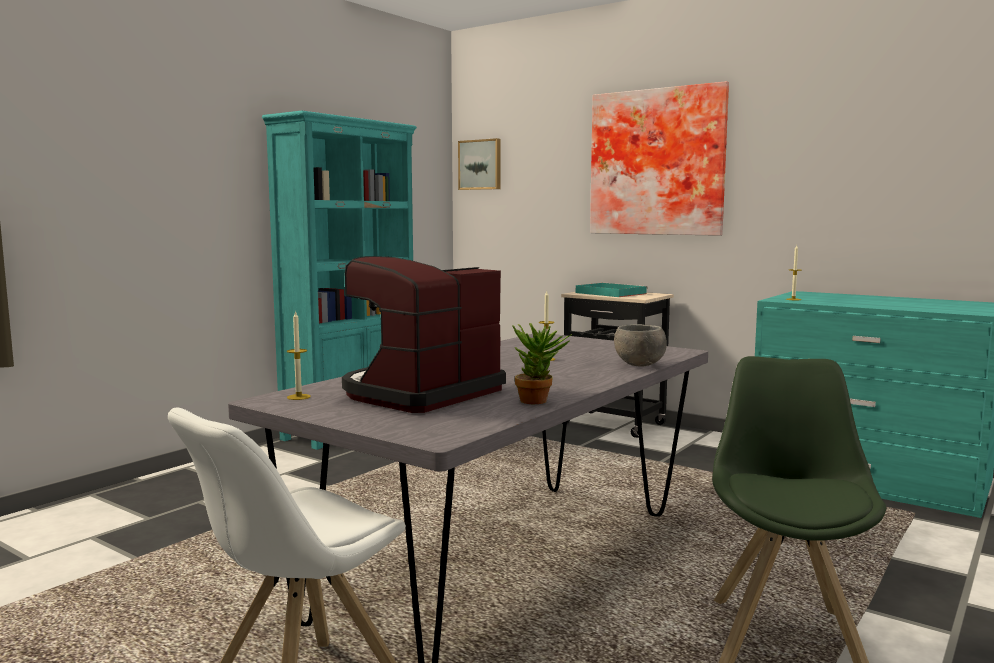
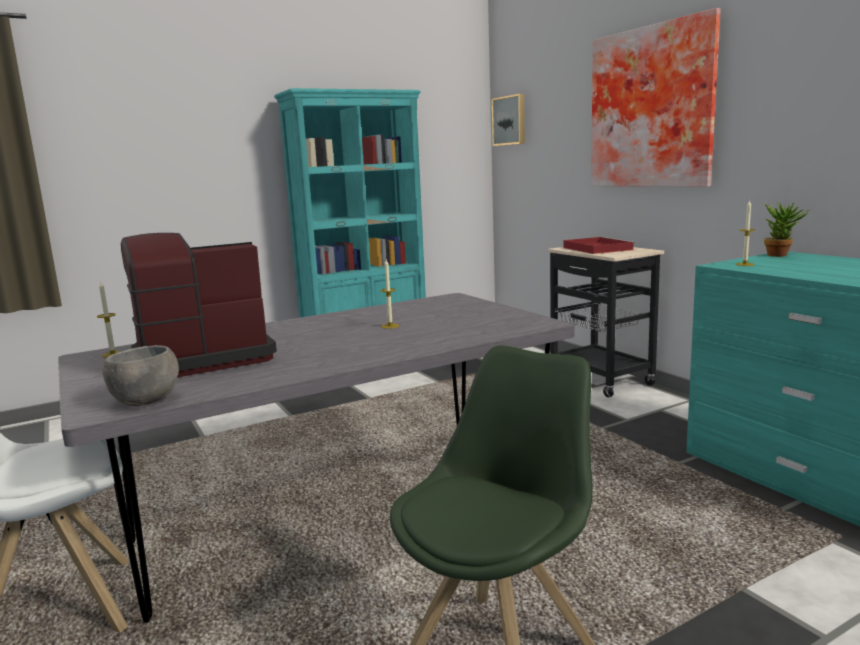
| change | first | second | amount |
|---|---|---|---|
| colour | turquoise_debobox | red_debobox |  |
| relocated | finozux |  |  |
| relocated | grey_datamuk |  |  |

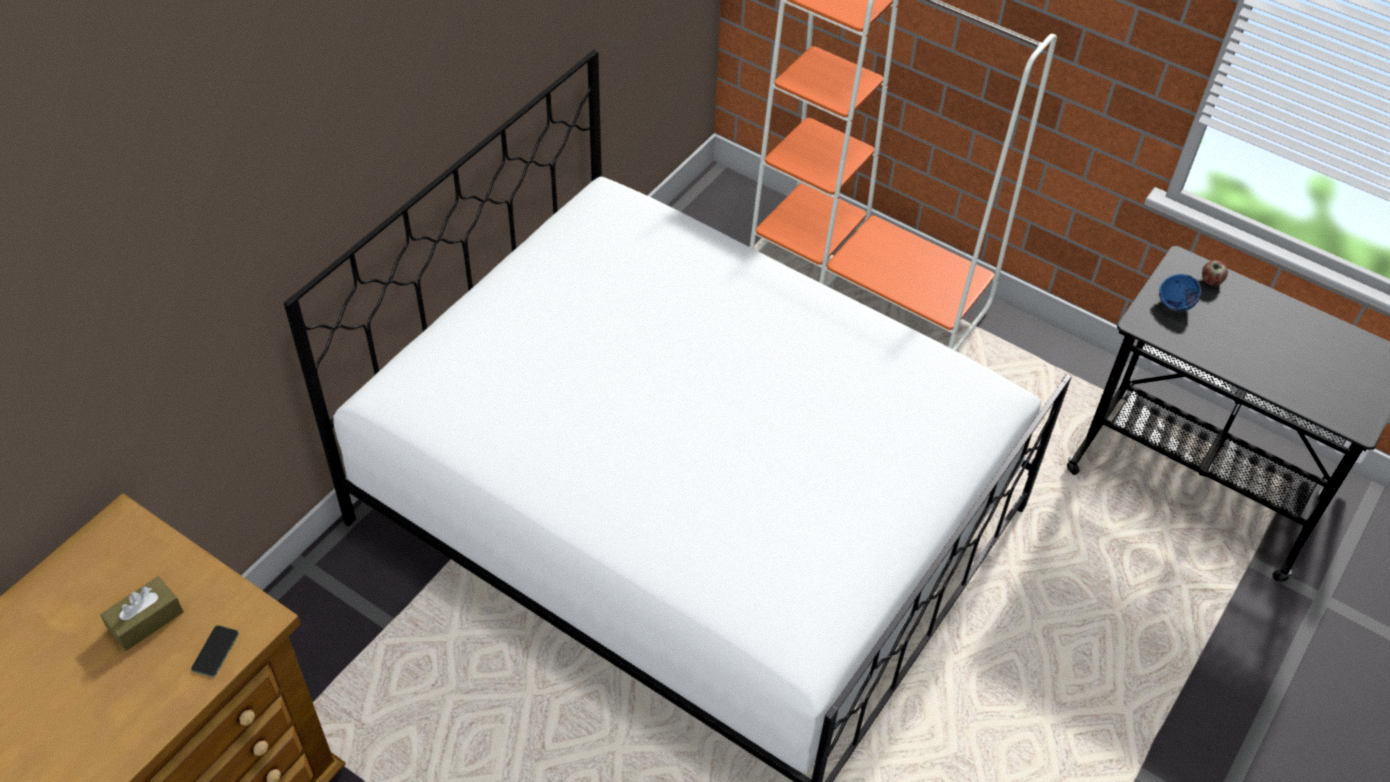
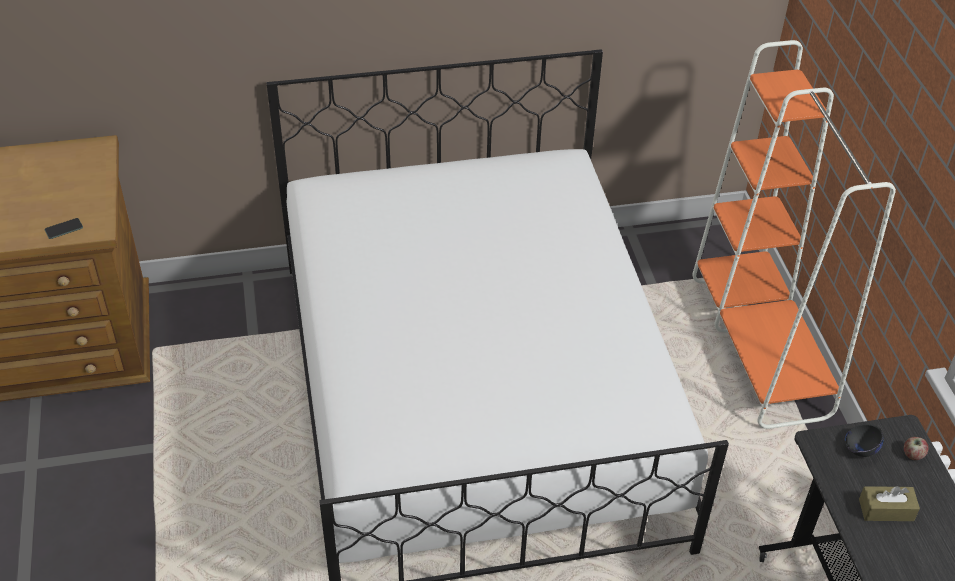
| change | first | second | amount |
|---|---|---|---|
| colour | blue_datamuk | black_datamuk |  |
| relocated | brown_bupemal |  |  |

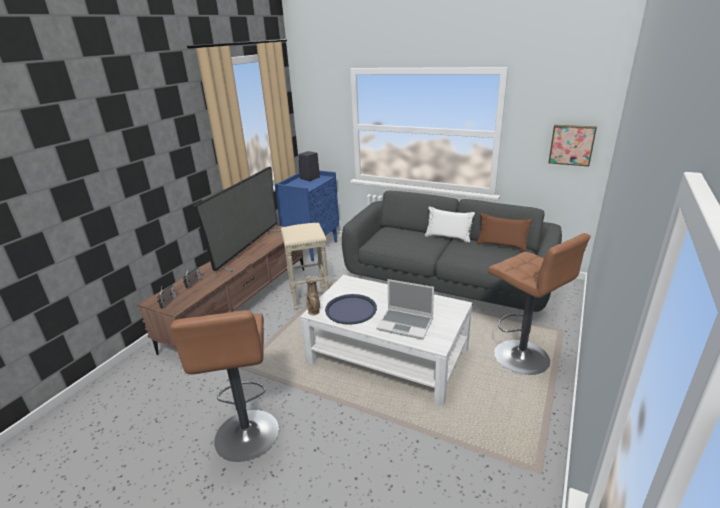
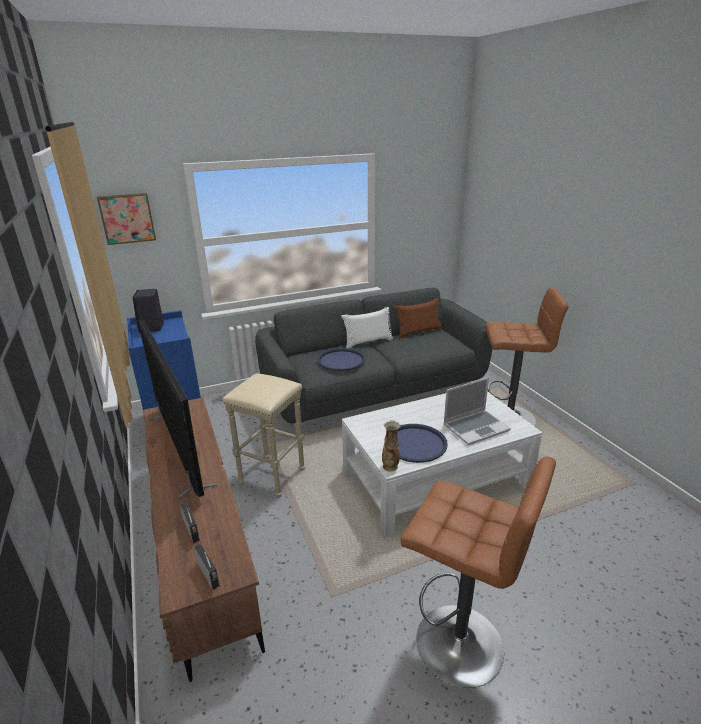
| change | first | second | amount |
|---|---|---|---|
| relocated | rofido |  |  |
| appeared |  | blue_debobox (no. 1 from left) |  |

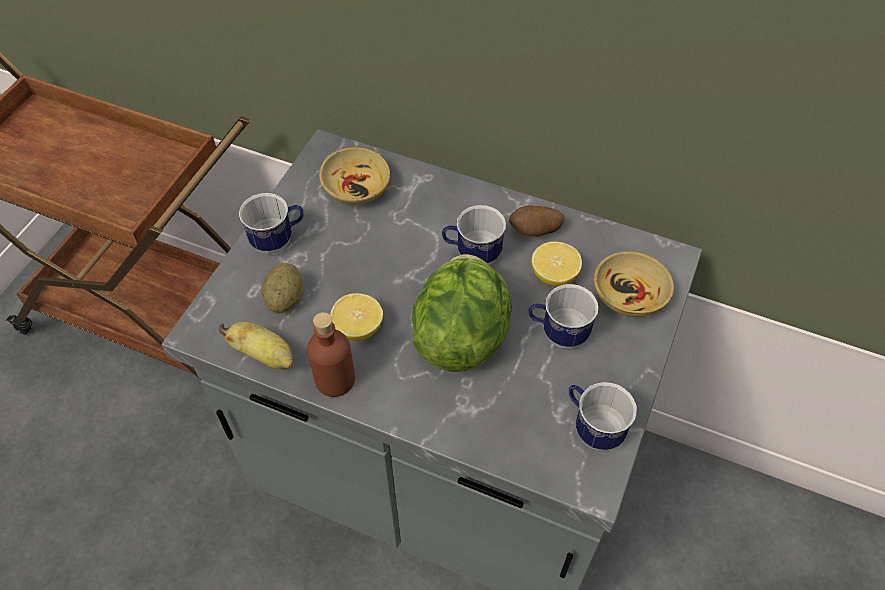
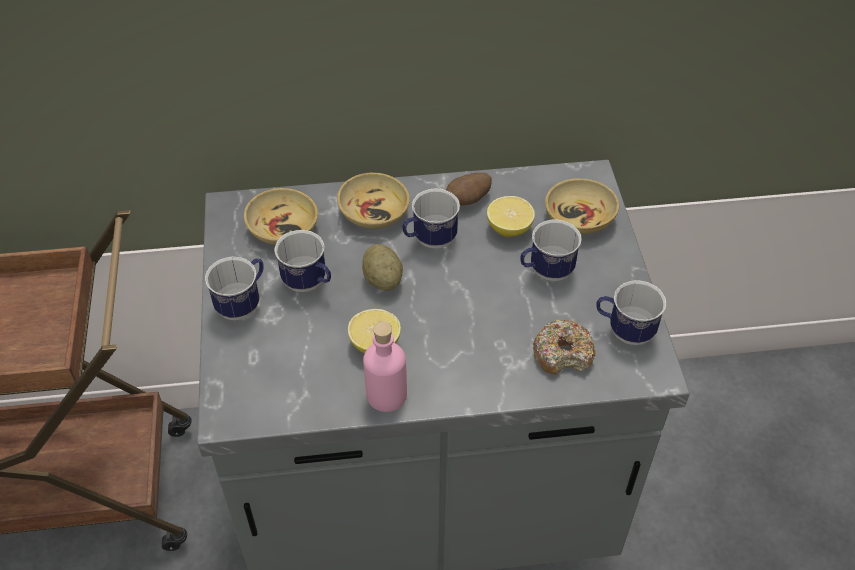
| change | first | second | amount |
|---|---|---|---|
| missing | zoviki |  |  |
| relocated | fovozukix (no. 1 from left) |  |  |
| colour | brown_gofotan | pink_gofotan |  |
| missing | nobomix |  |  |
| appeared |  | beige_datamuk (no. 2 from left) |  |
| appeared |  | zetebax (no. 2 from left) |  |
| appeared |  | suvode |  |

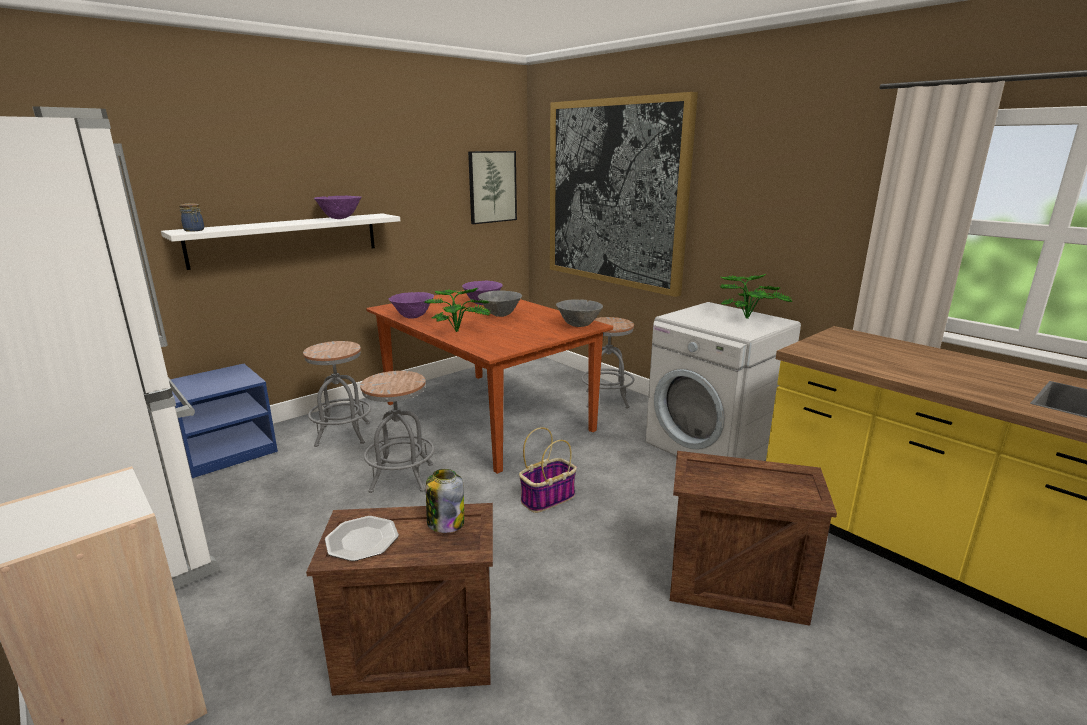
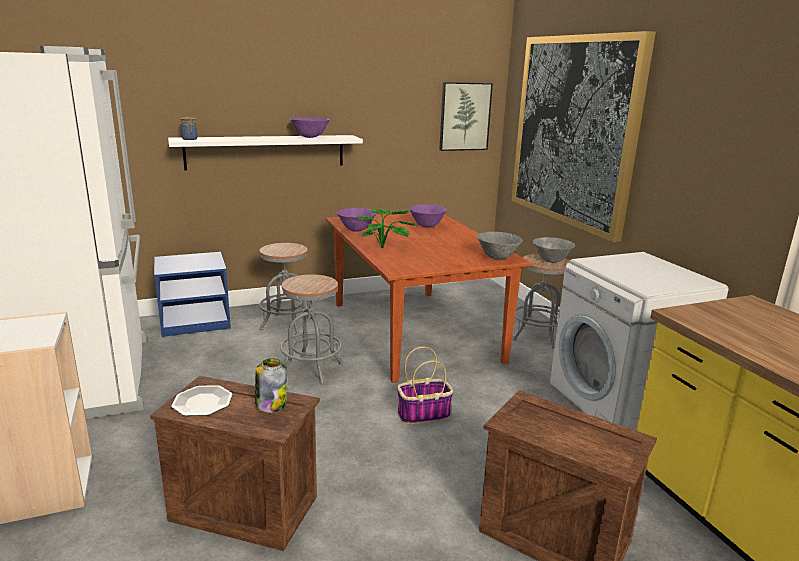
| change | first | second | amount |
|---|---|---|---|
| missing | finozux (no. 2 from left) |  |  |
| relocated | grey_datamuk (no. 1 from left in the first image) | grey_datamuk (no. 2 from left) |  |

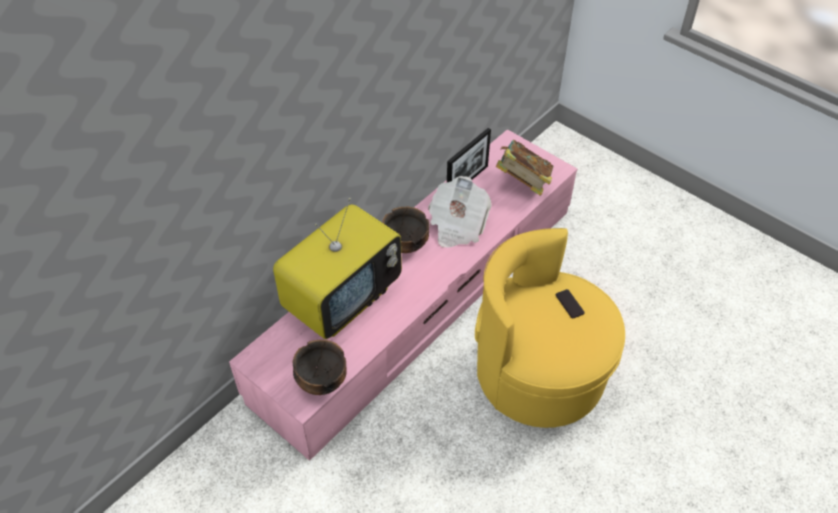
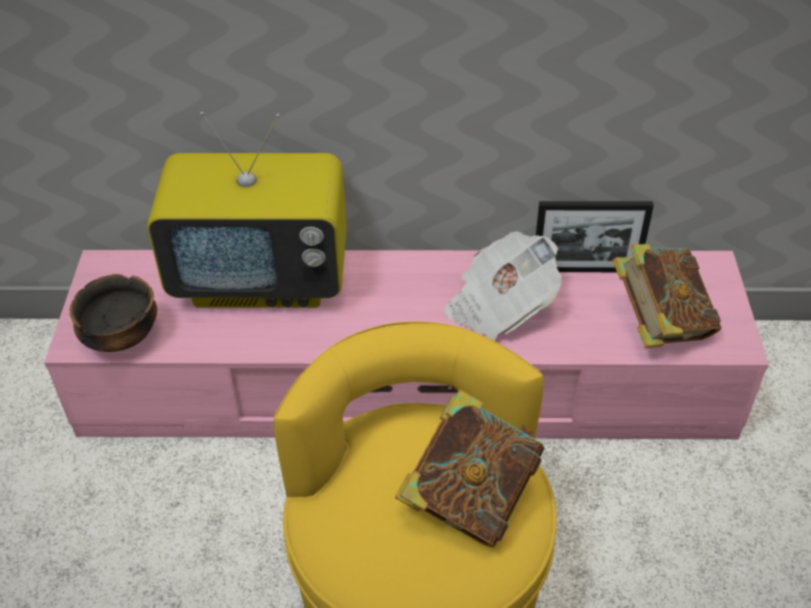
| change | first | second | amount |
|---|---|---|---|
| missing | datamuk (no. 2 from left) |  |  |
| exchanged | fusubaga | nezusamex (no. 1 from left) |  |

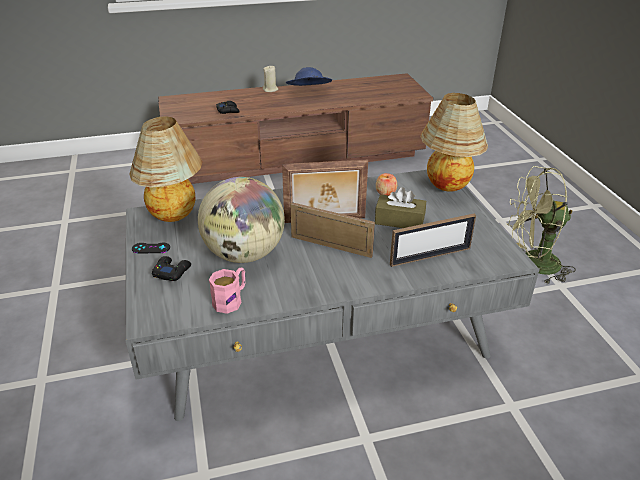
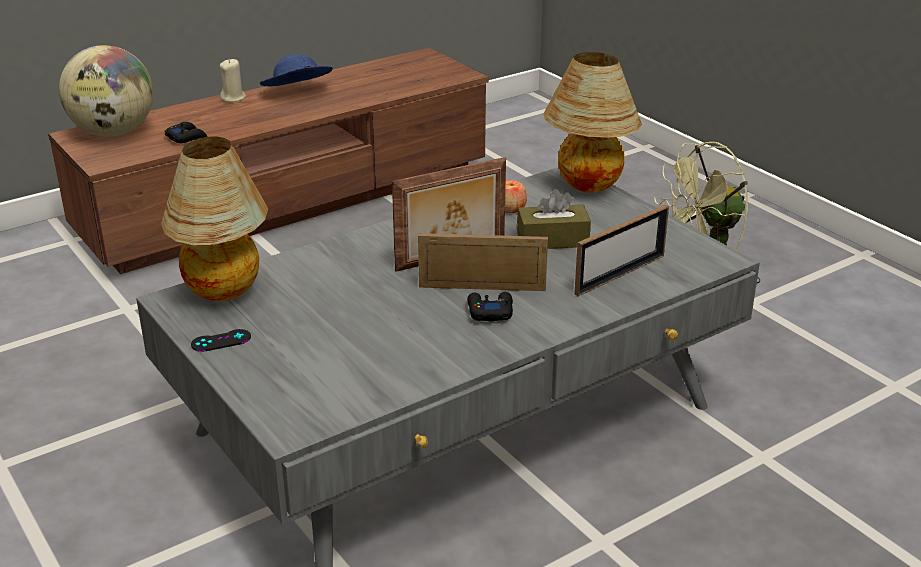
| change | first | second | amount |
|---|---|---|---|
| relocated | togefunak |  |  |
| relocated | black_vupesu (no. 2 from left in the first image) | black_vupesu (no. 3 from left) |  |
| missing | pink_zetebax |  |  |

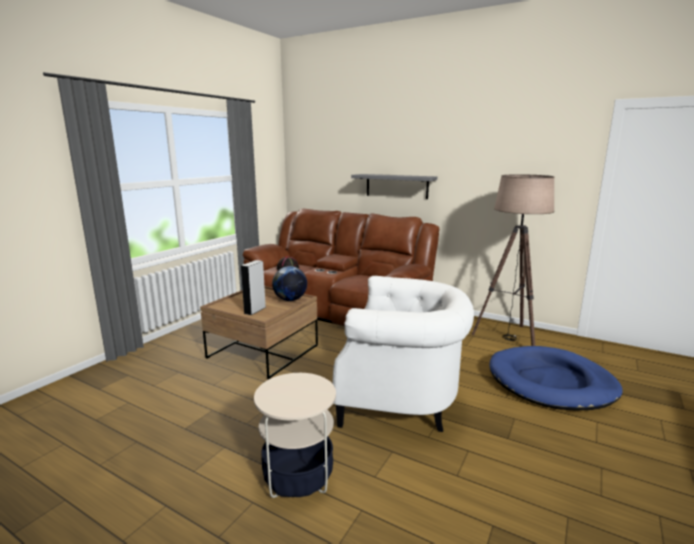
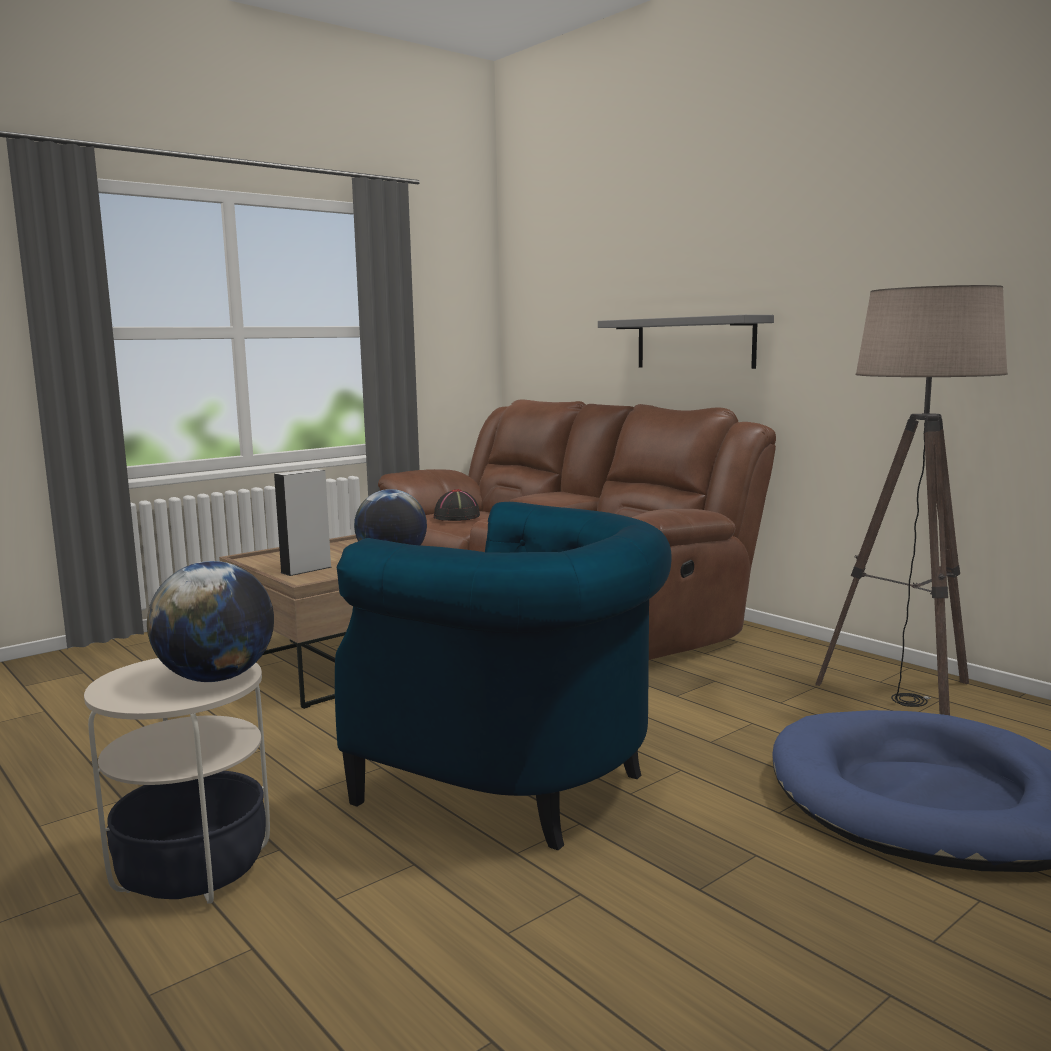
| change | first | second | amount |
|---|---|---|---|
| colour | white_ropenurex | blue_ropenurex |  |
| appeared |  | togefunak (no. 1 from left) |  |

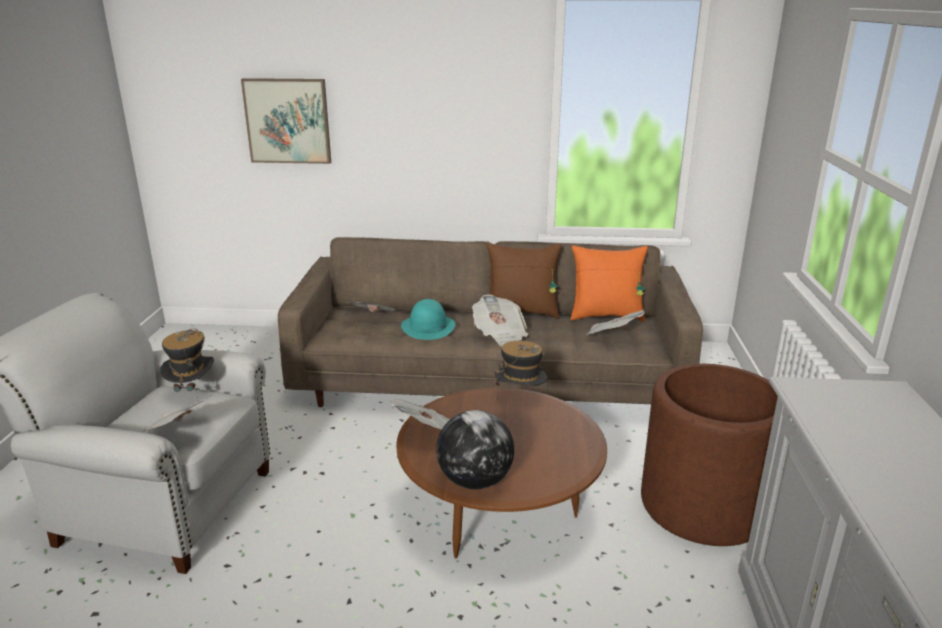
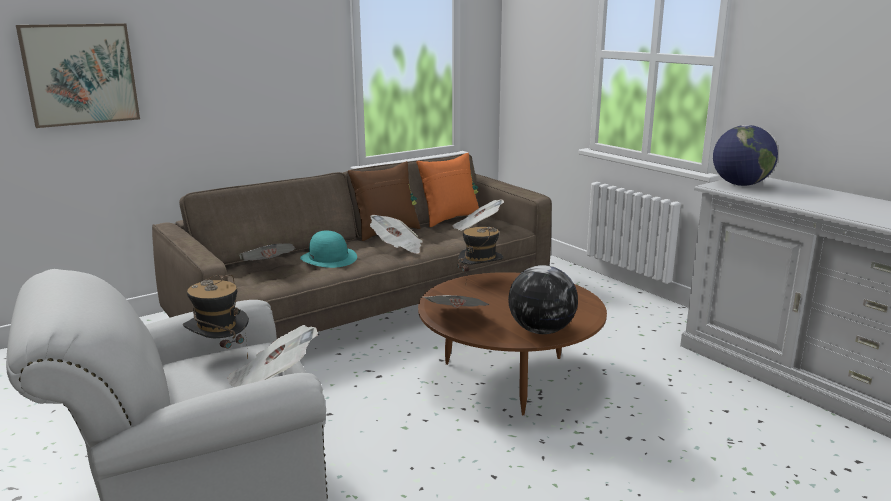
| change | first | second | amount |
|---|---|---|---|
| missing | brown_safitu |  |  |
| appeared |  | togefunak (no. 2 from left) |  |

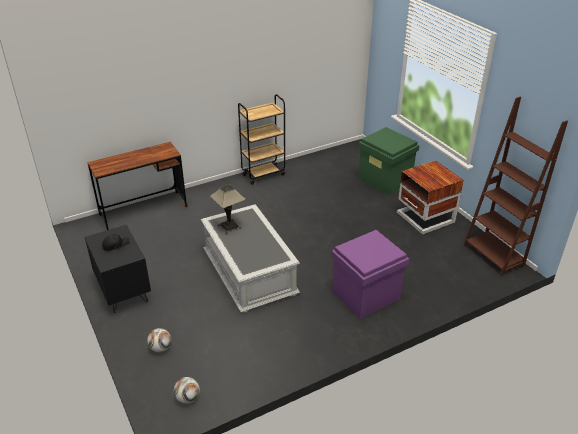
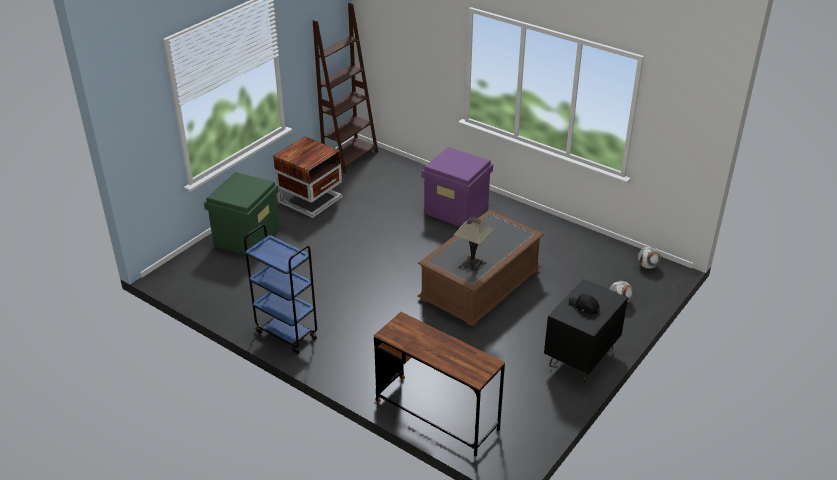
| change | first | second | amount |
|---|---|---|---|
| colour | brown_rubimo | blue_rubimo |  |
| colour | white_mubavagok | brown_mubavagok |  |

